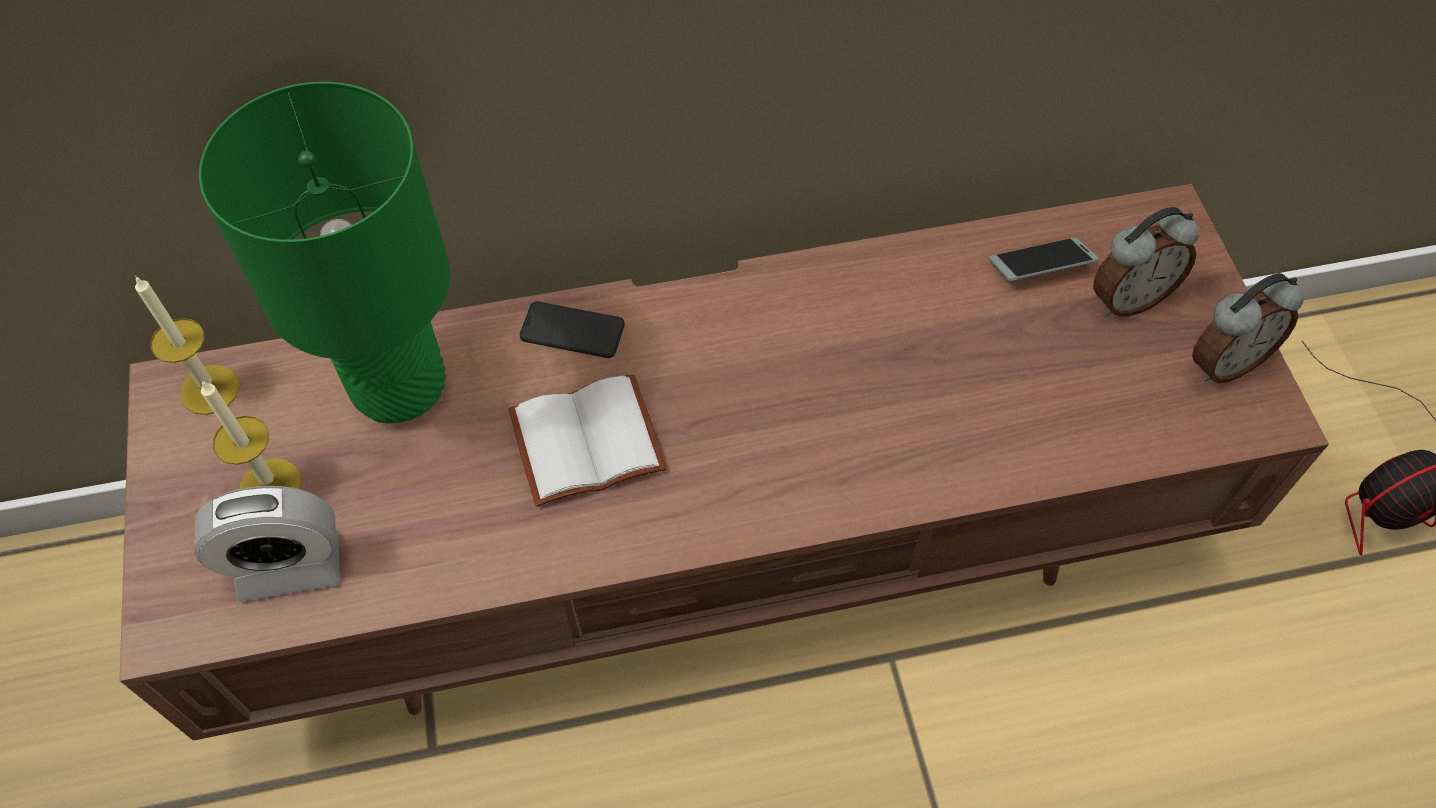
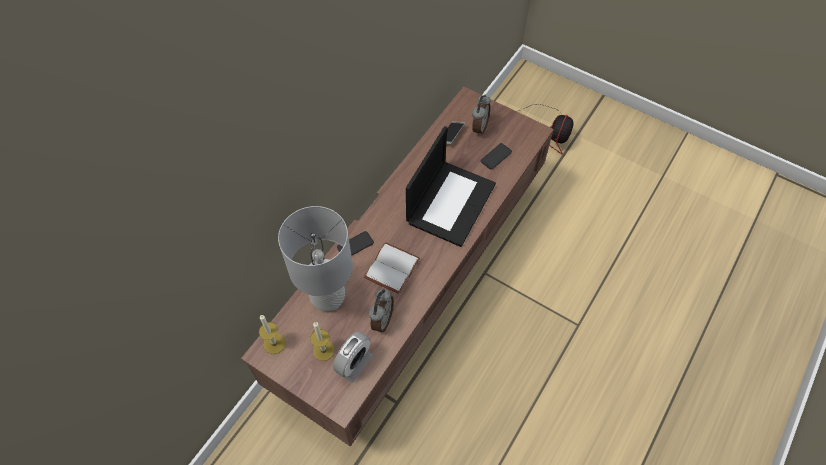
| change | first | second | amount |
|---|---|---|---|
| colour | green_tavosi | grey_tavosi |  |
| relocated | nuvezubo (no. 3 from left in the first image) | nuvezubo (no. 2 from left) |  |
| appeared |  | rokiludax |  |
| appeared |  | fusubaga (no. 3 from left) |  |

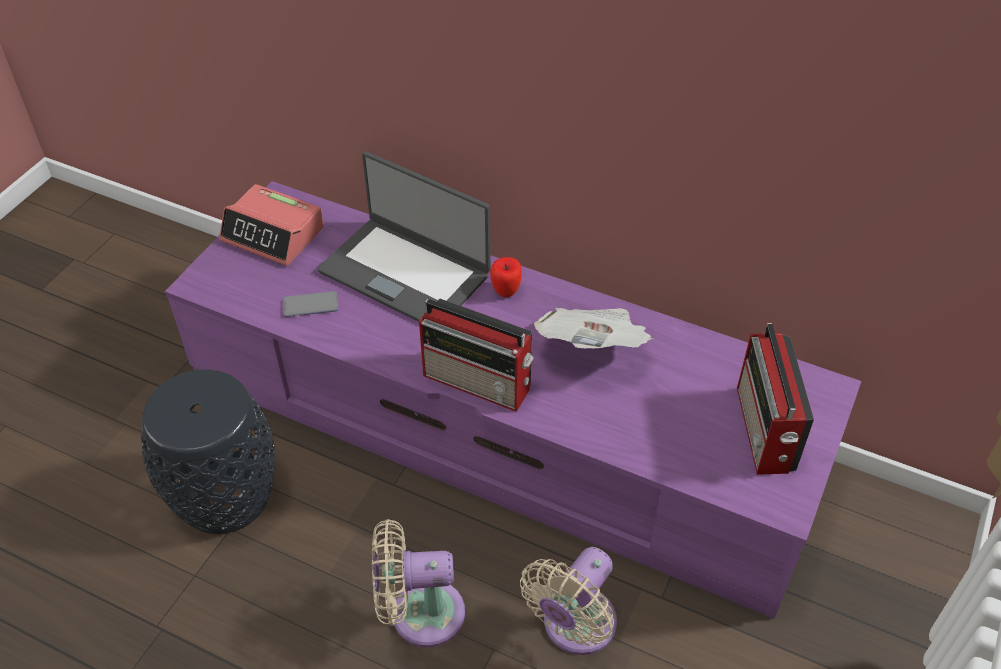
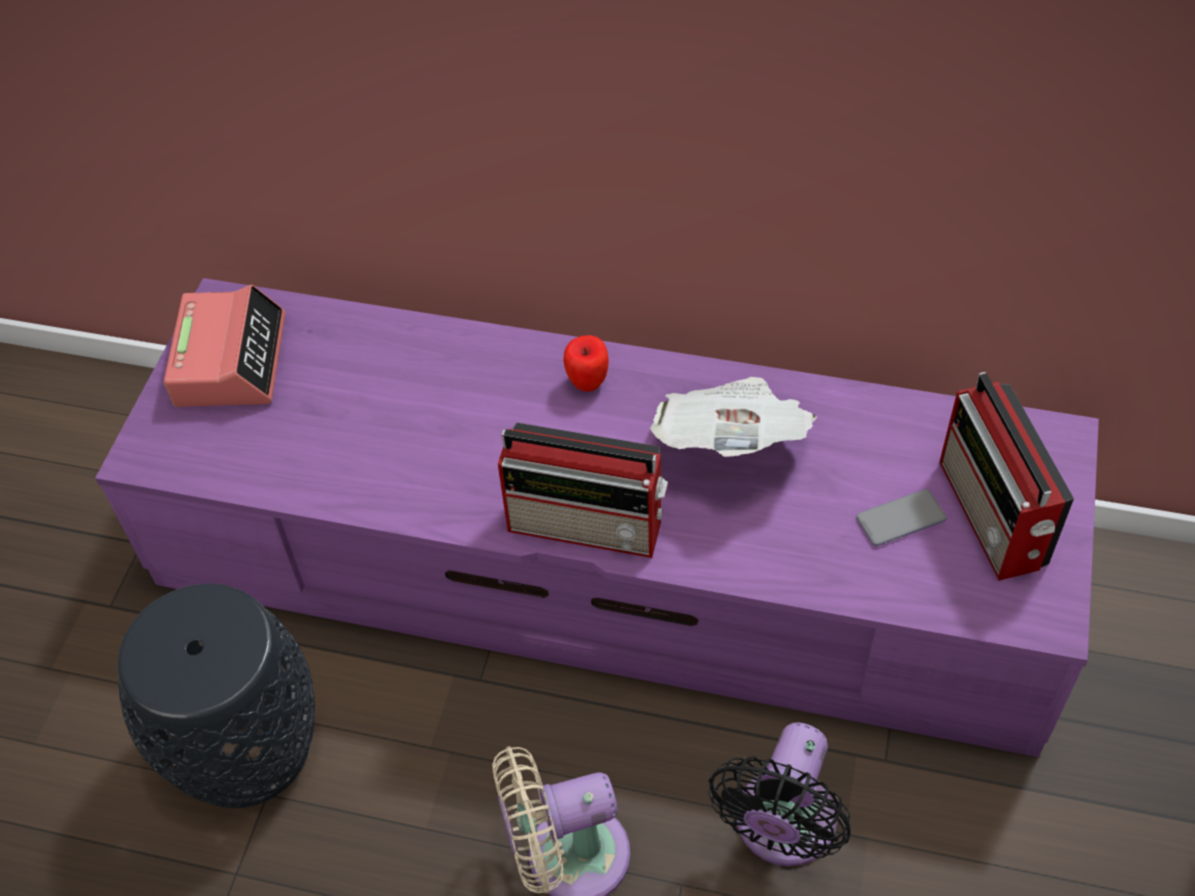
| change | first | second | amount |
|---|---|---|---|
| missing | rokiludax |  |  |
| spun | nuvezubo |  | 105 degrees counterclockwise |
| relocated | fusubaga |  |  |
| colour | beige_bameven (no. 2 from left) | black_bameven |  |

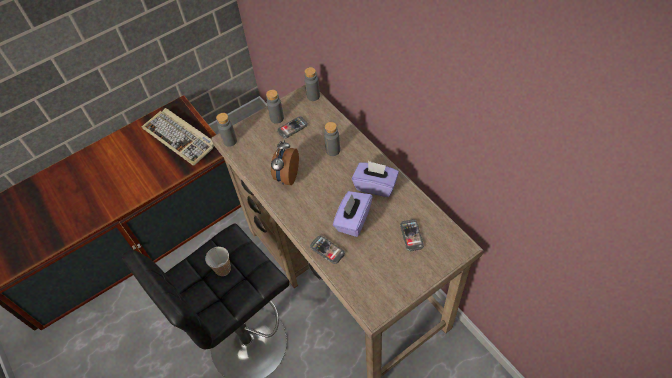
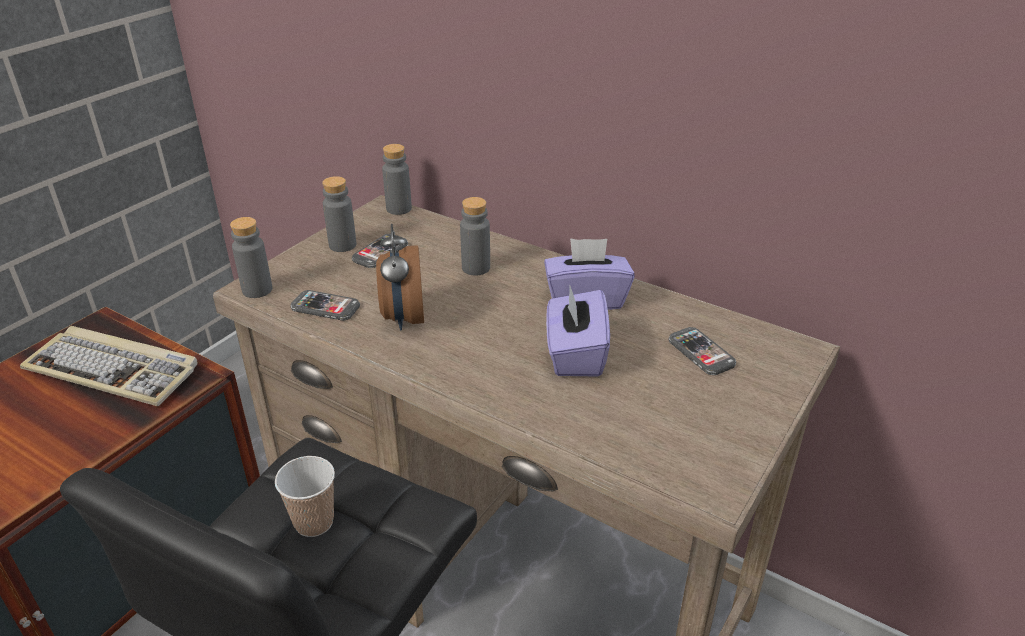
| change | first | second | amount |
|---|---|---|---|
| relocated | fusubaga (no. 2 from left in the first image) | fusubaga (no. 1 from left) |  |

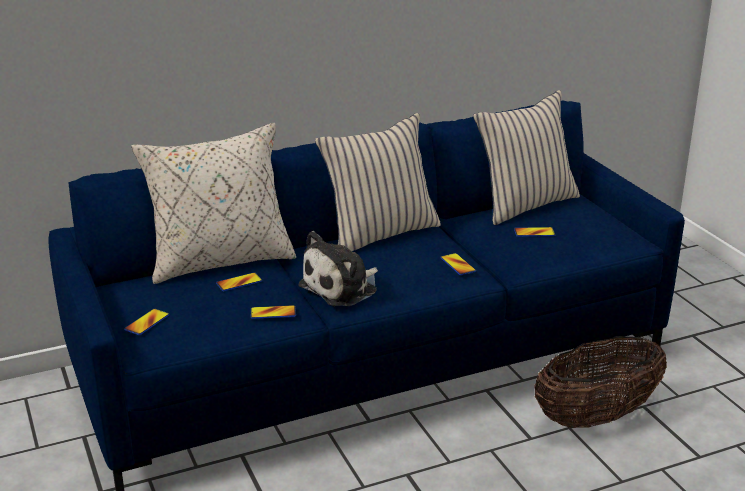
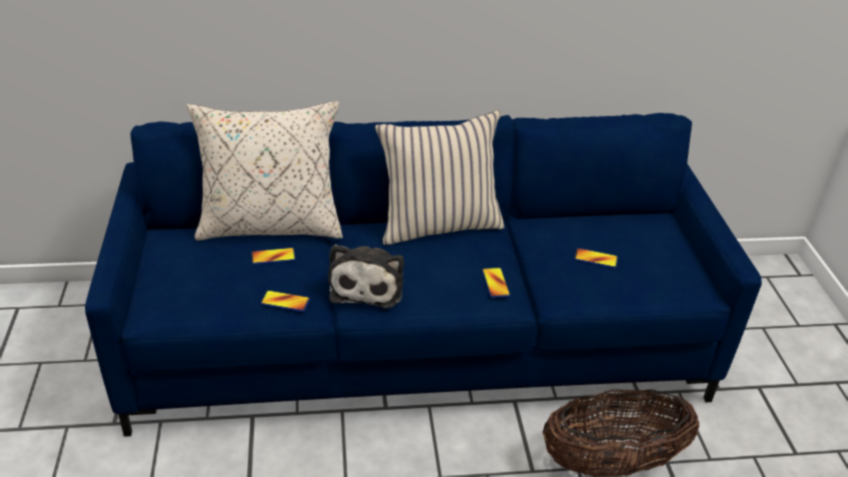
| change | first | second | amount |
|---|---|---|---|
| missing | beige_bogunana (no. 3 from left) |  |  |
| spun | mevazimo |  | 60 degrees counterclockwise |
| missing | fusubaga (no. 1 from left) |  |  |

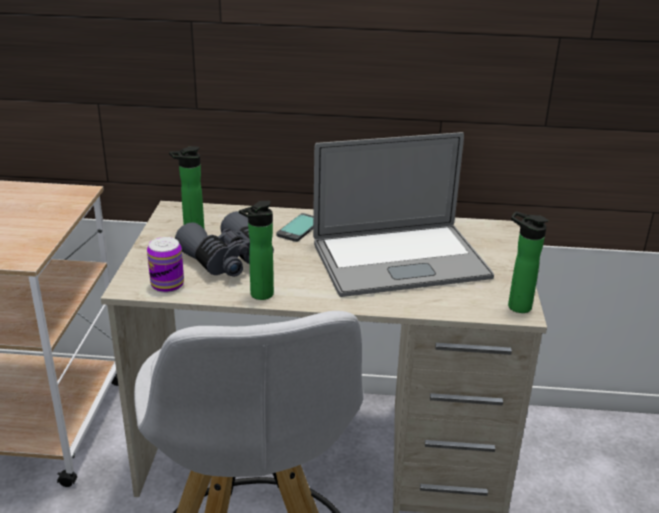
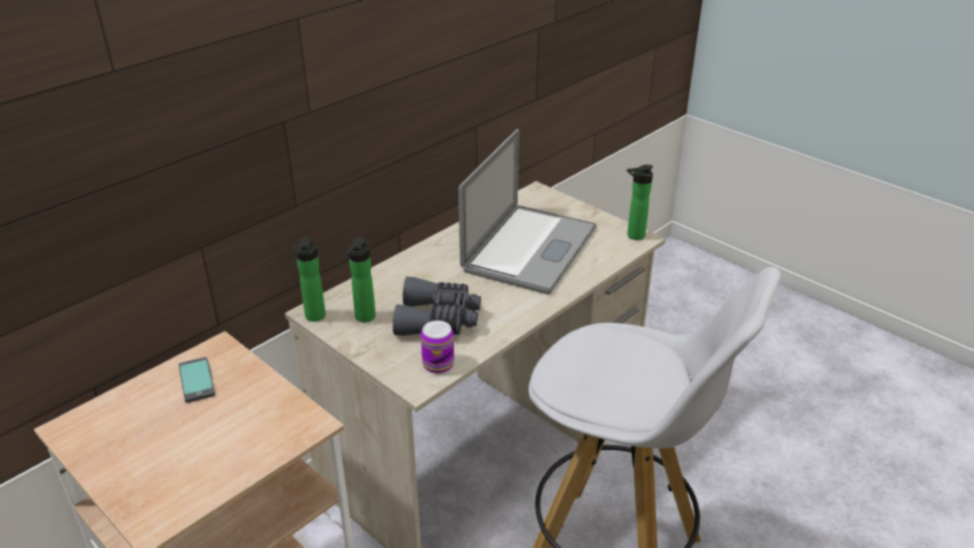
| change | first | second | amount |
|---|---|---|---|
| relocated | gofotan (no. 2 from left in the first image) | gofotan (no. 1 from left) |  |
| relocated | fusubaga |  |  |

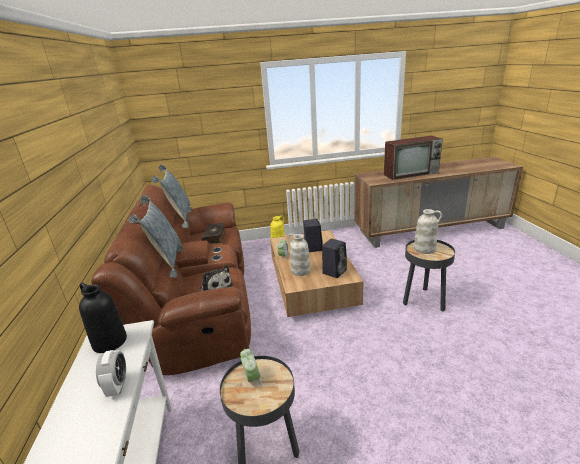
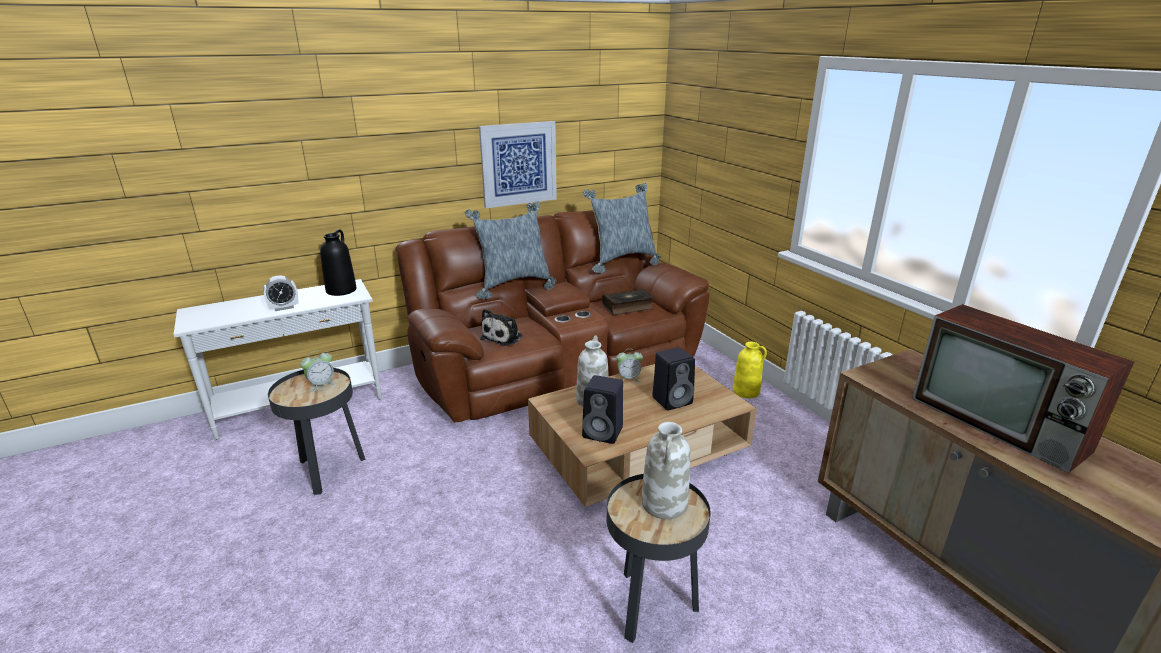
| change | first | second | amount |
|---|---|---|---|
| appeared |  | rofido |  |

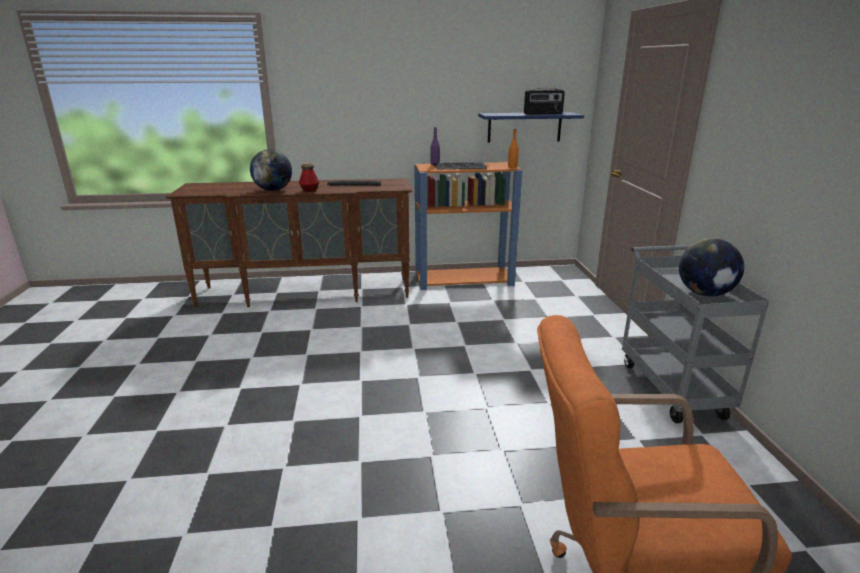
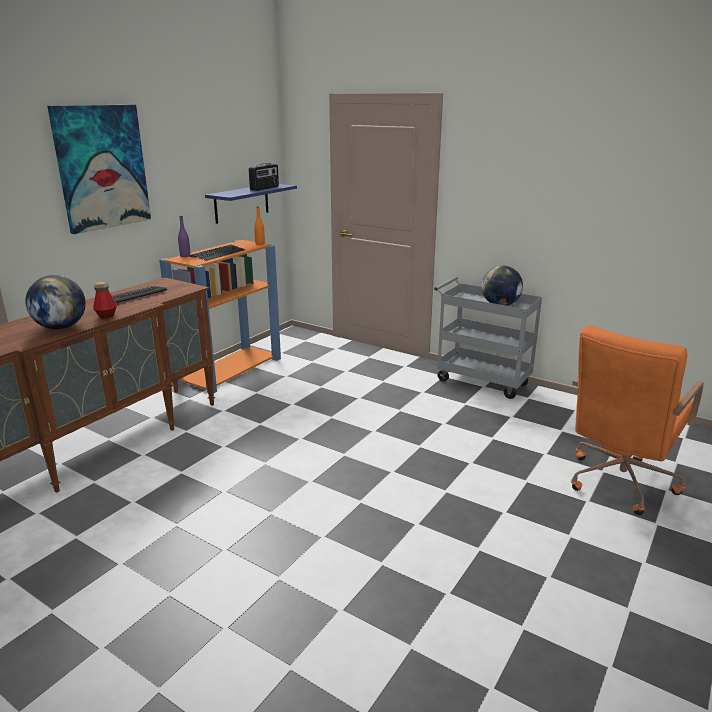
| change | first | second | amount |
|---|---|---|---|
| appeared |  | rofido |  |

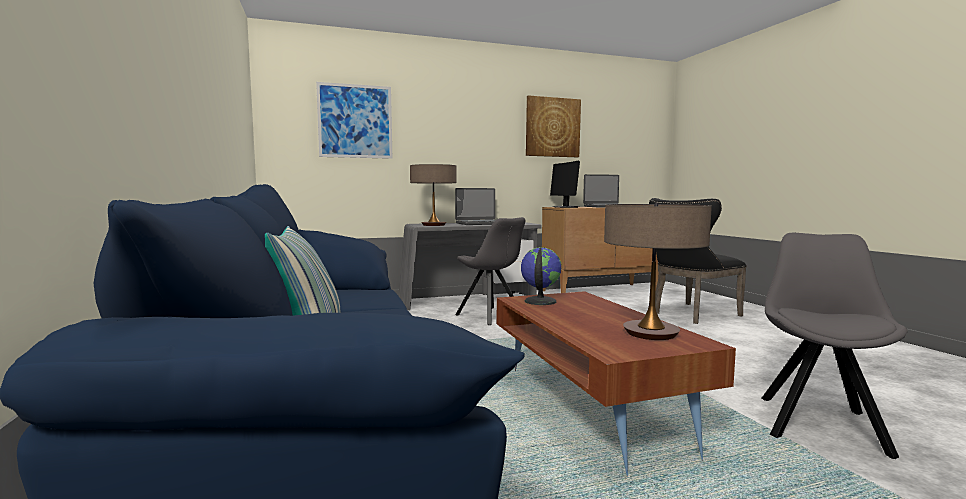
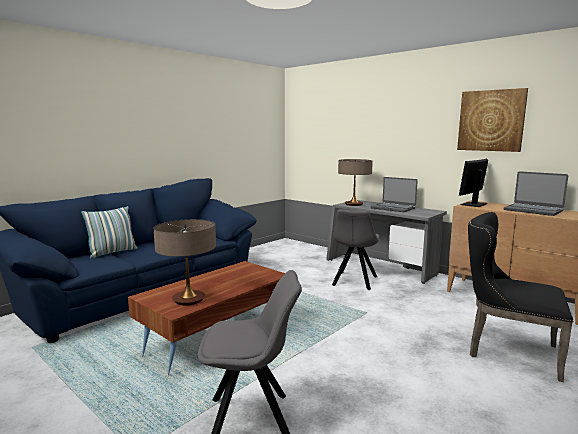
| change | first | second | amount |
|---|---|---|---|
| missing | rofido (no. 1 from left) |  |  |
| missing | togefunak |  |  |

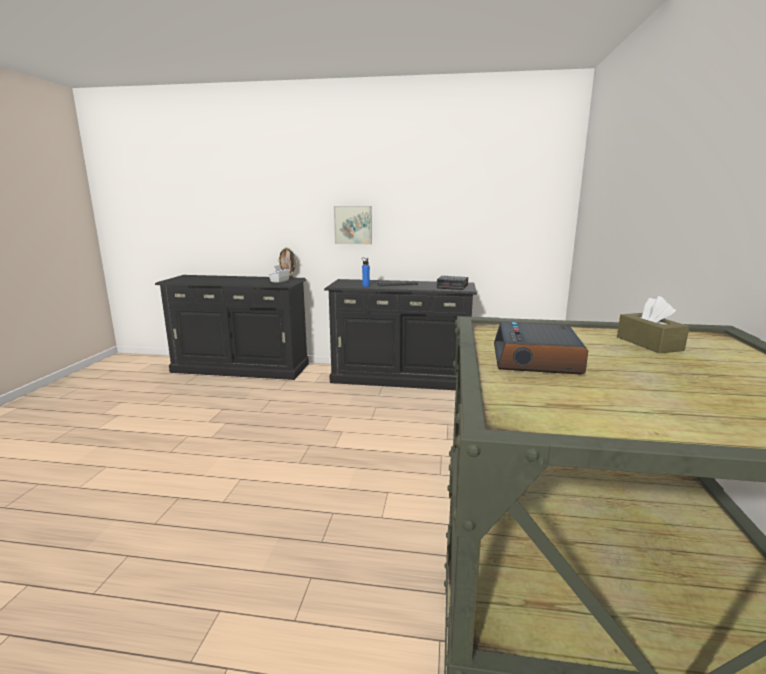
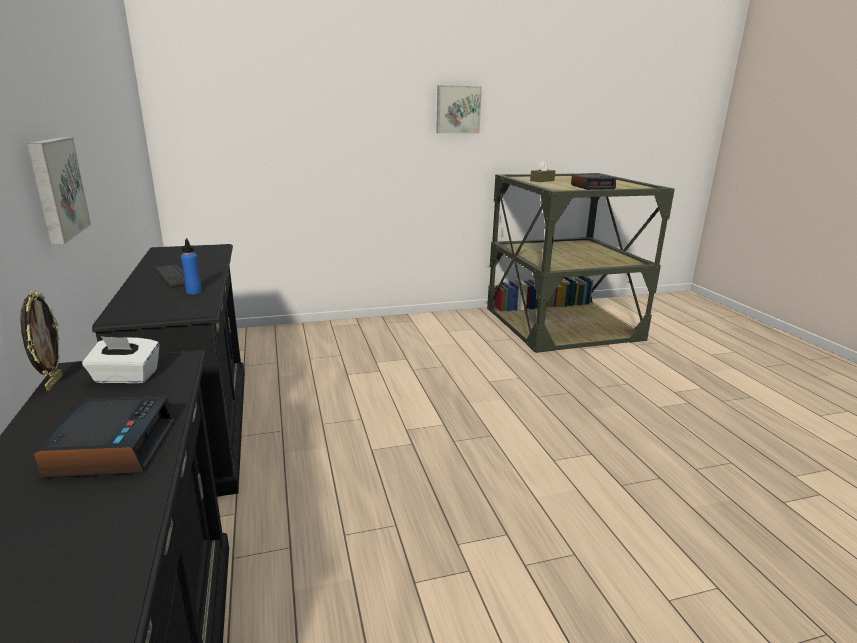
| change | first | second | amount |
|---|---|---|---|
| relocated | nuvezubo (no. 1 from left) |  |  |
| appeared |  | rofido (no. 2 from left) |  |

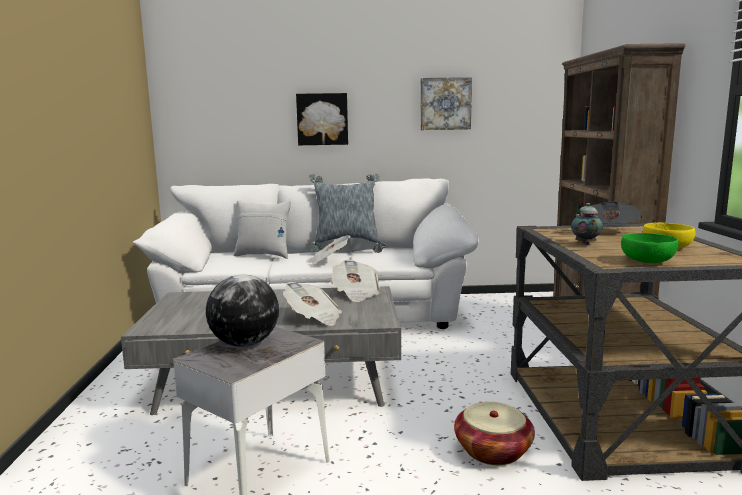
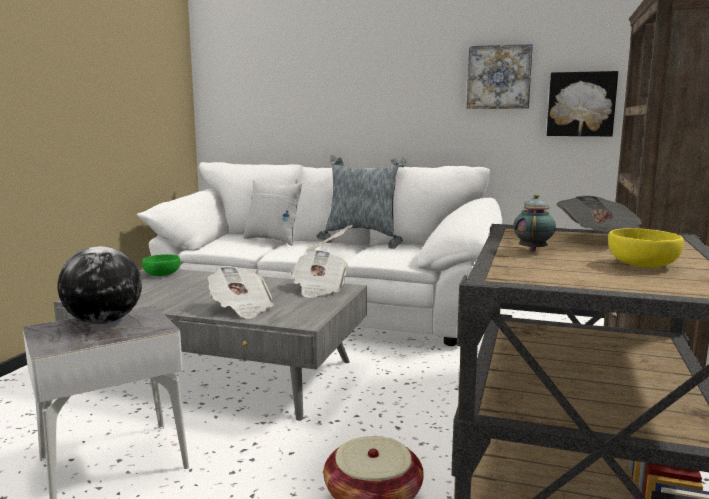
| change | first | second | amount |
|---|---|---|---|
| relocated | rofido (no. 1 from left in the first image) | rofido (no. 2 from left) |  |
| relocated | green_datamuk |  |  |

